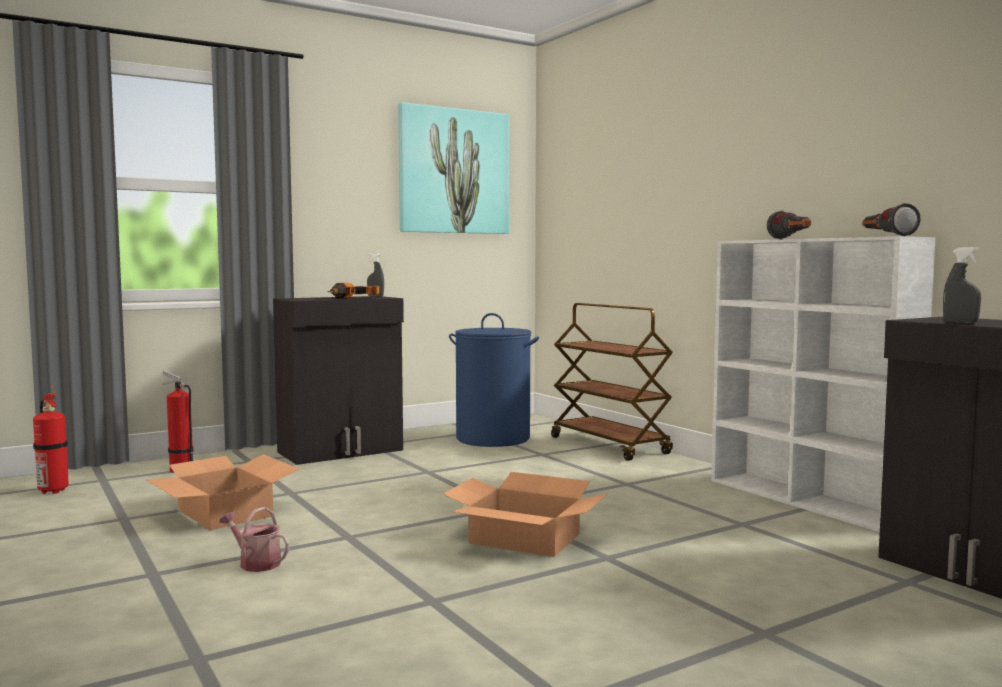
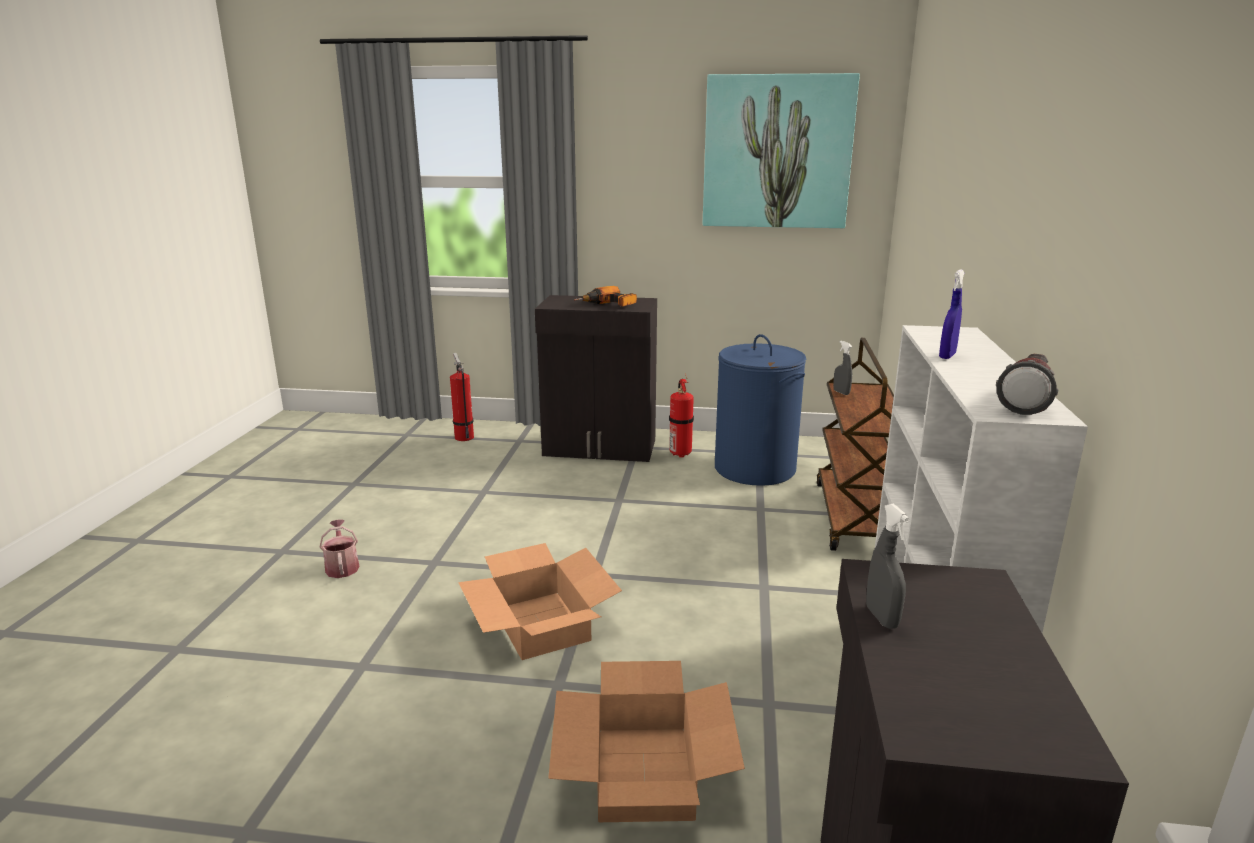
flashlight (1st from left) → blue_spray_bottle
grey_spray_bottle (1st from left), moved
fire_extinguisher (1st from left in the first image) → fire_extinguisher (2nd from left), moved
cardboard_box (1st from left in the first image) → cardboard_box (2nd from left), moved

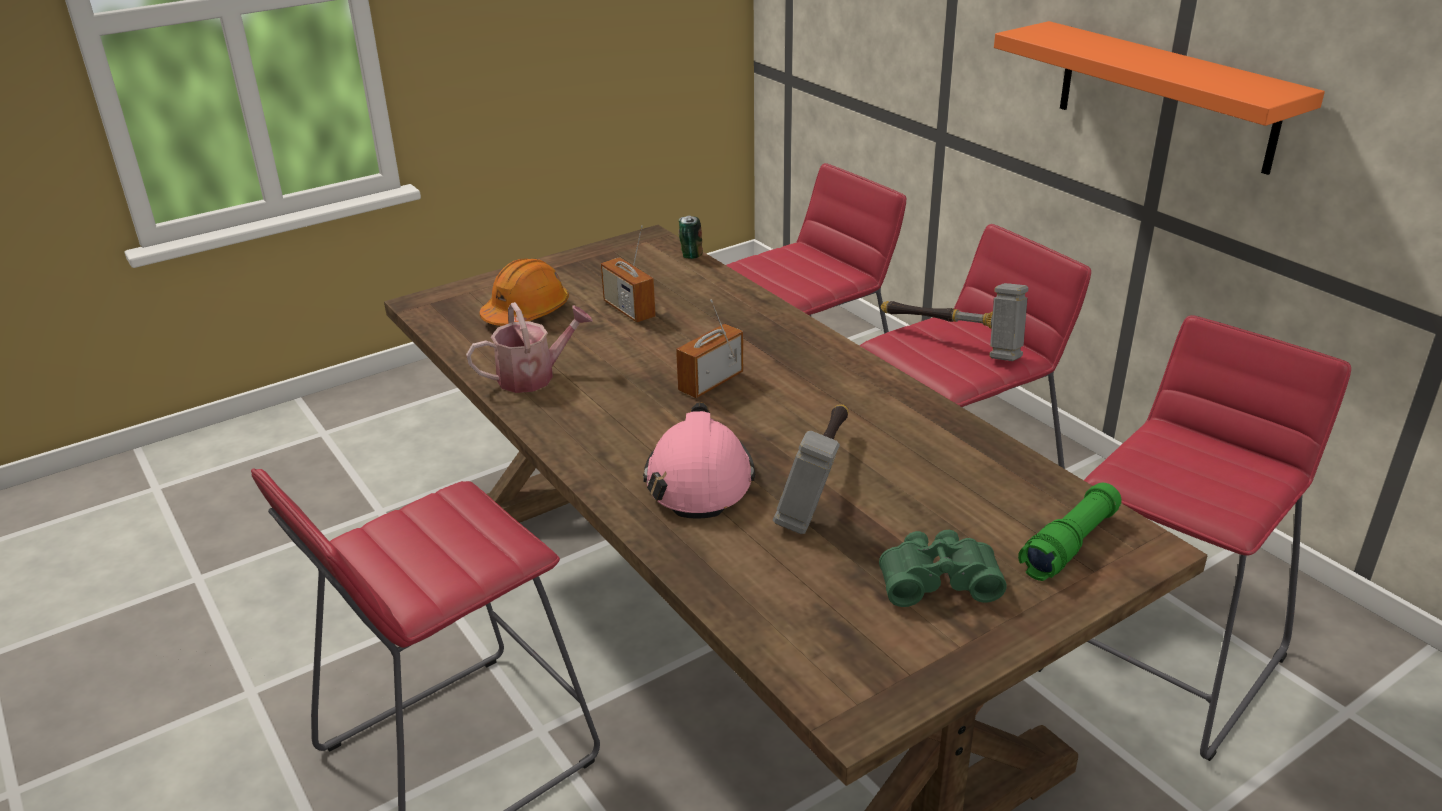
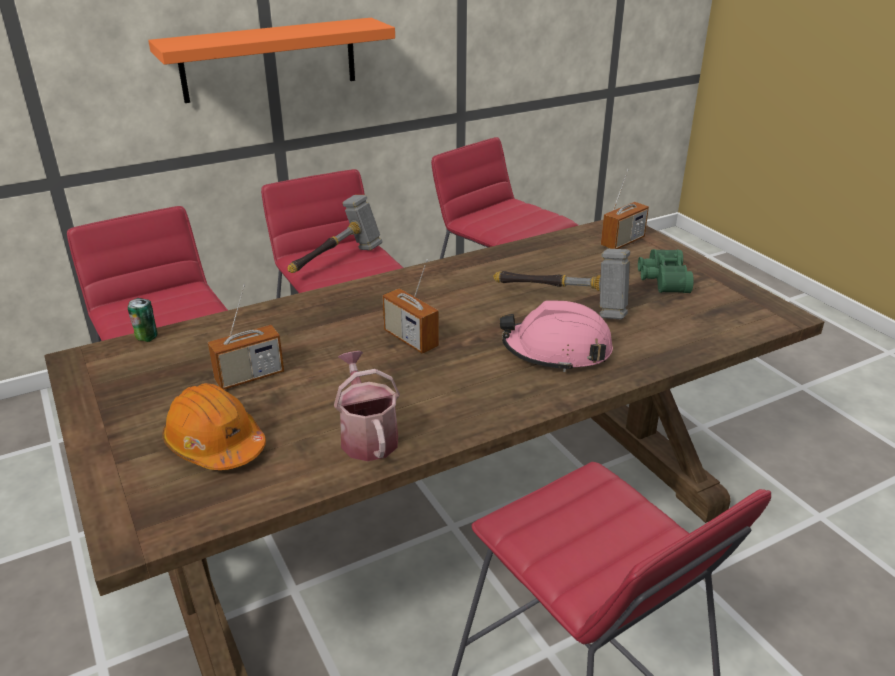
green_flashlight → radio (3rd from left)

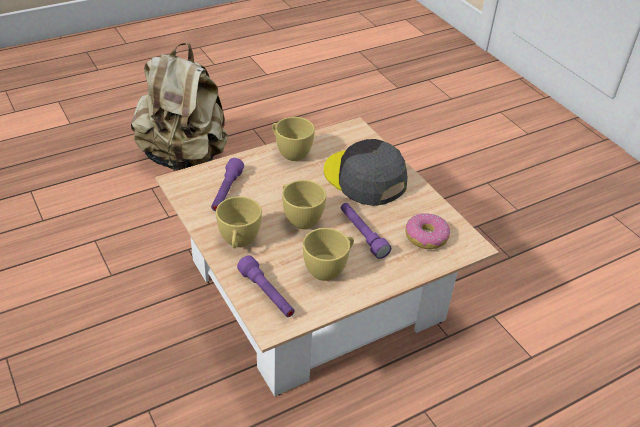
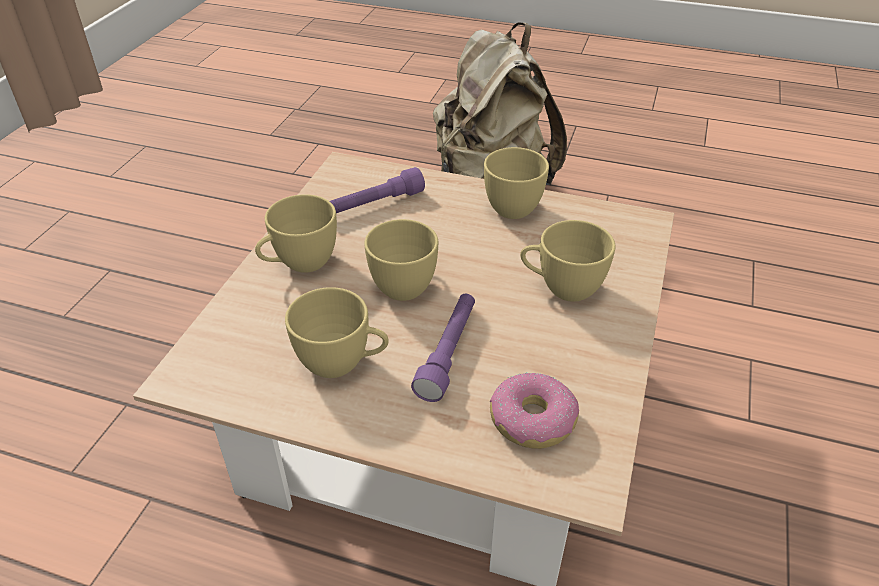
grey_cap → yellow_cup (5th from left)
purple_flashlight (2nd from left) → -

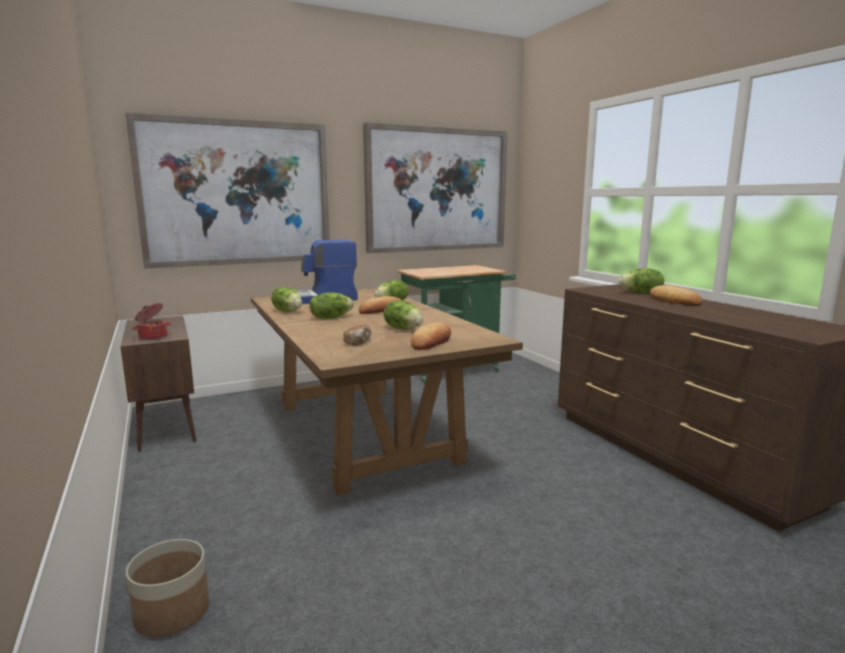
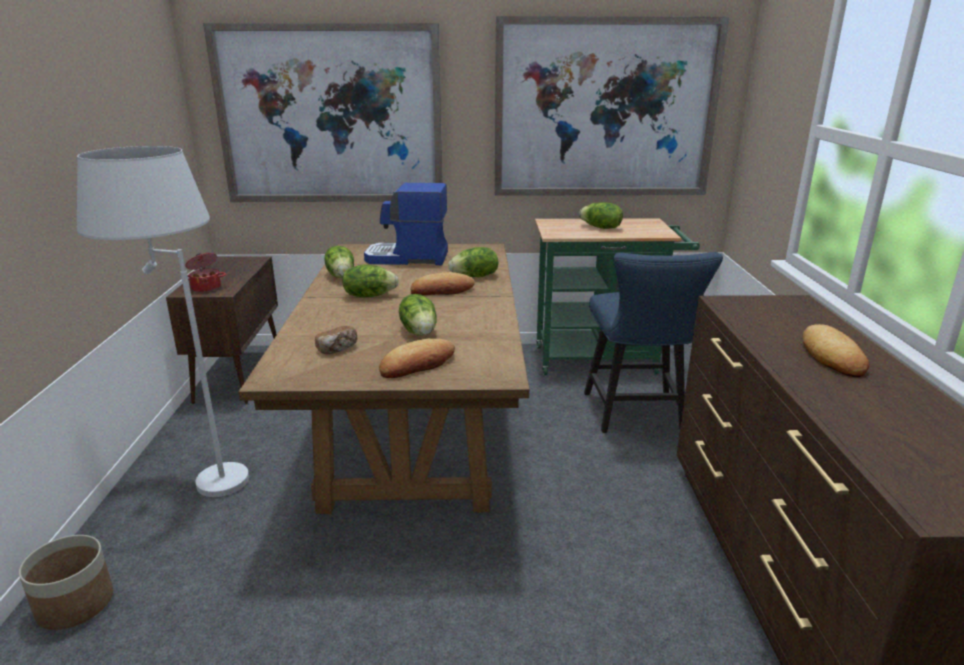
lettuce (5th from left), moved
- → white_floor_lamp
- → blue_chair

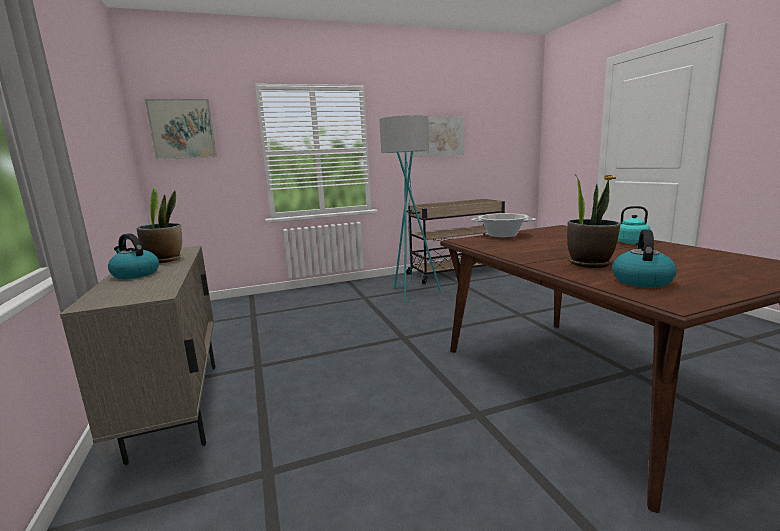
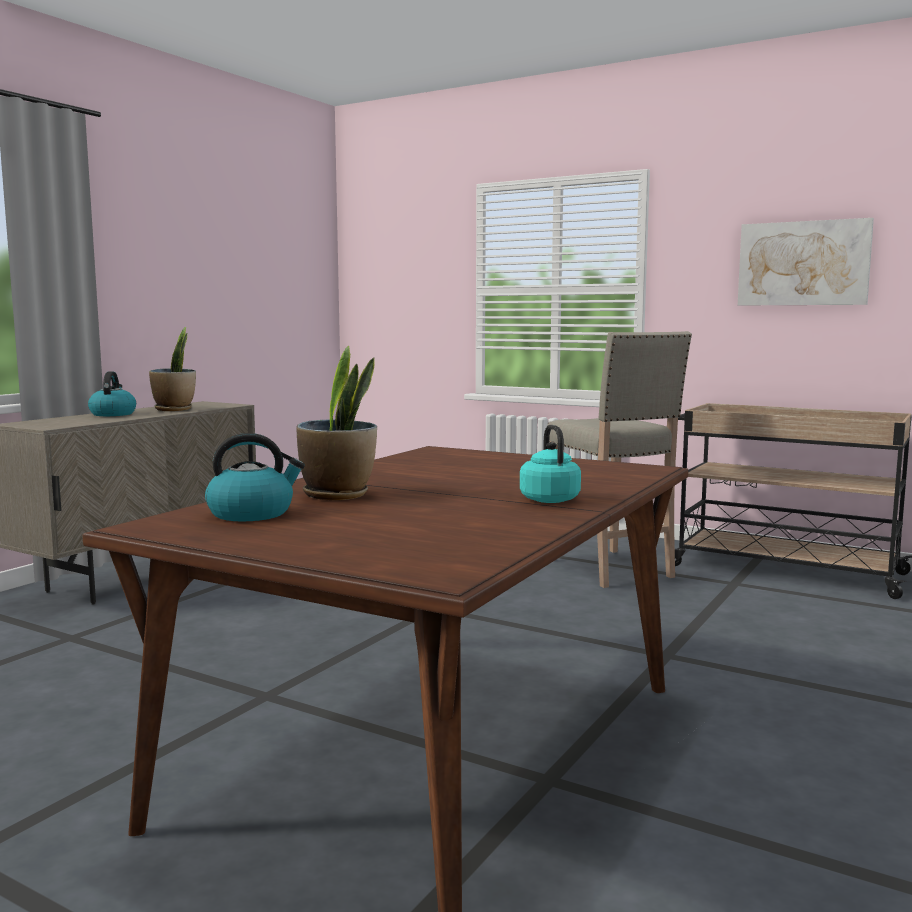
picture (1st from left) → -
turquoise_floor_lamp → beige_stool
cooking_pot → -

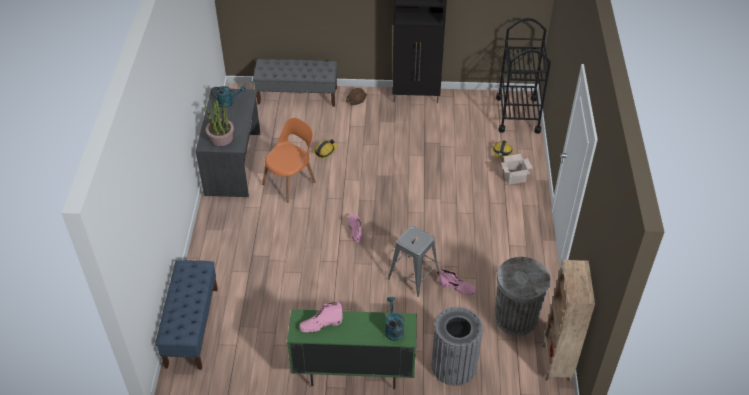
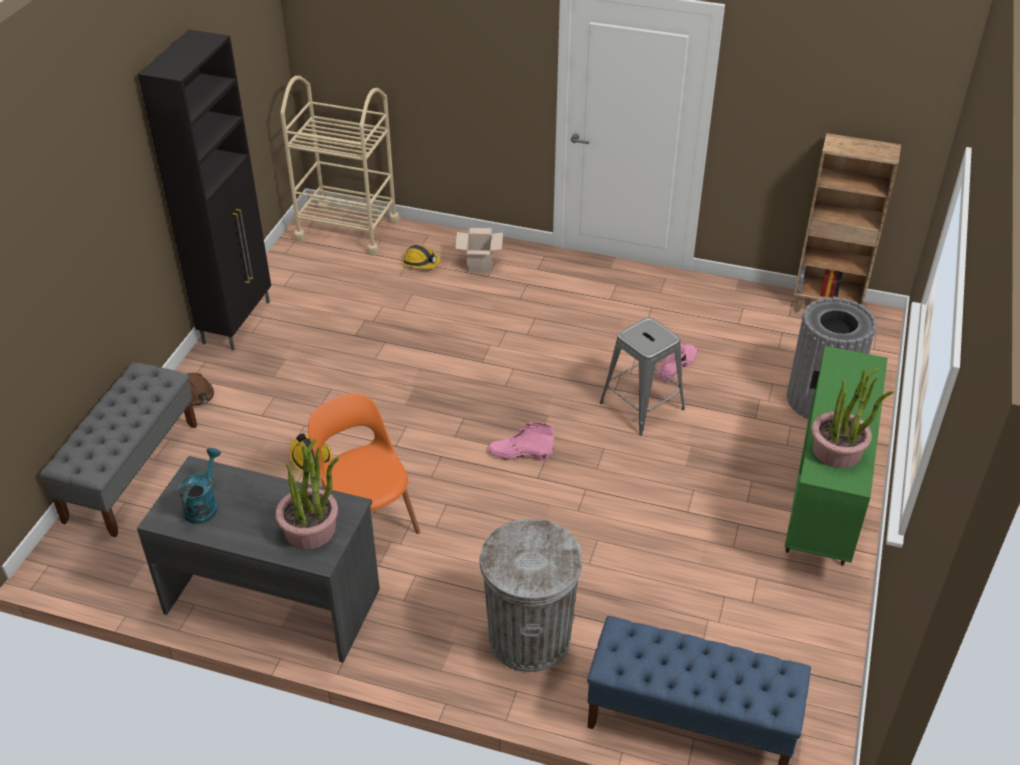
black_cart → beige_cart
grey_trash_can (2nd from left in the first image) → grey_trash_can (1st from left), moved
turquoise_watering_can (2nd from left) → -
pink_boot (1st from left) → potted_plant (2nd from left)

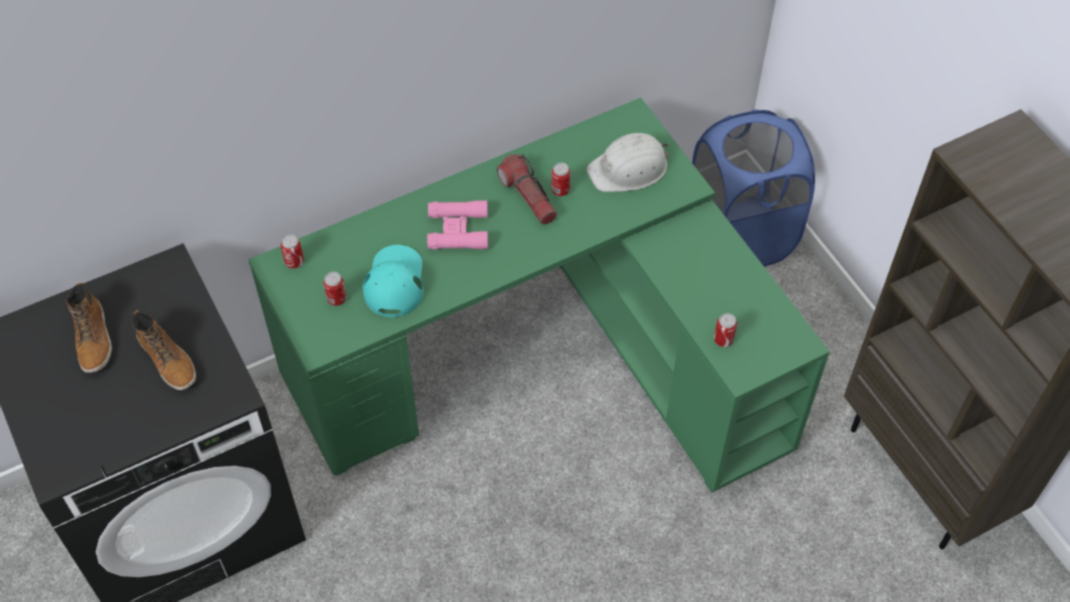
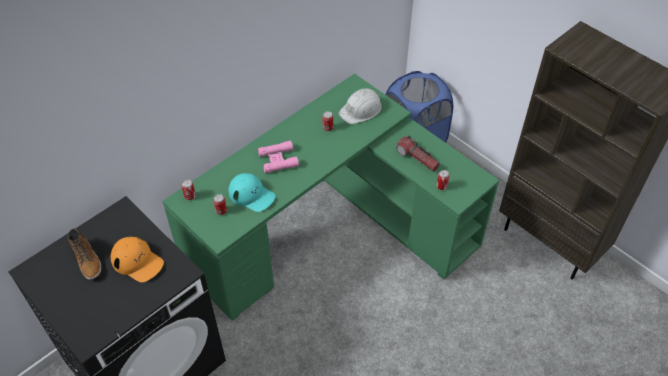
flashlight, moved
turquoise_cap, 135 degrees clockwise
boot (2nd from left) → orange_cap

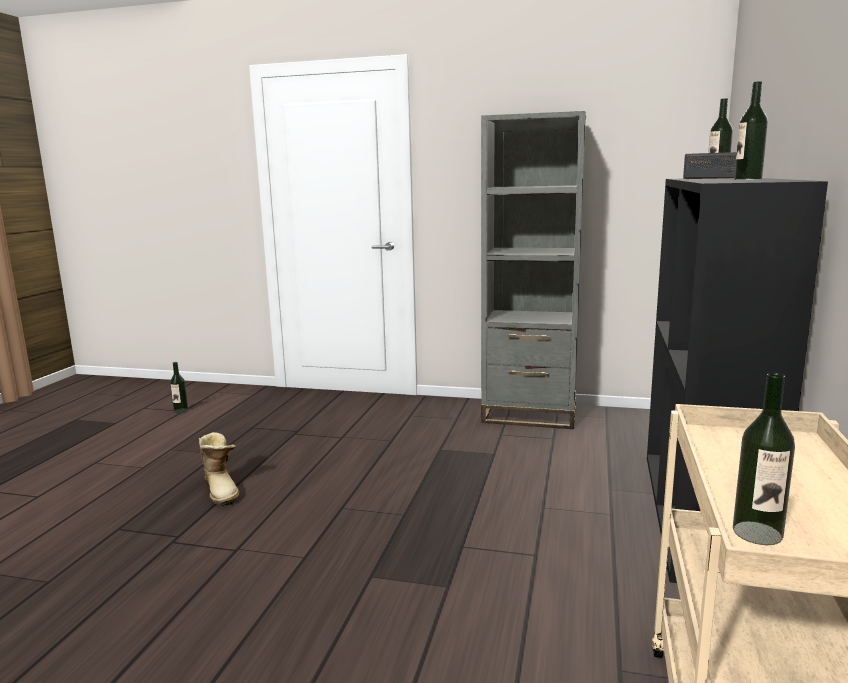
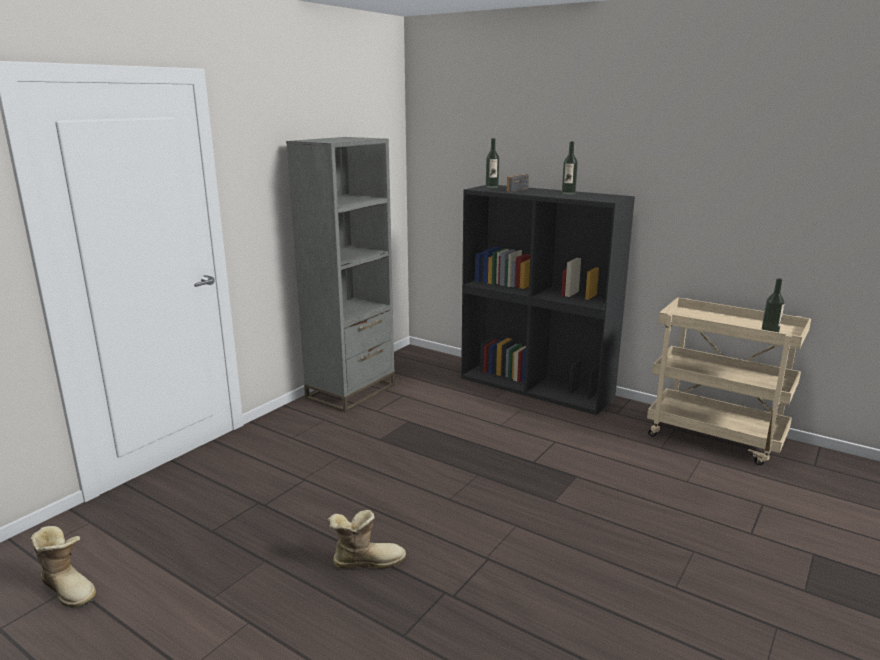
bottle (1st from left) → boot (1st from left)

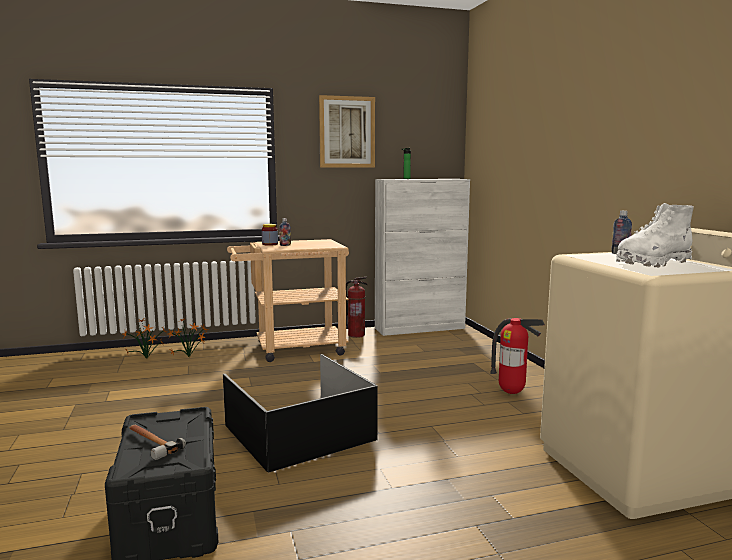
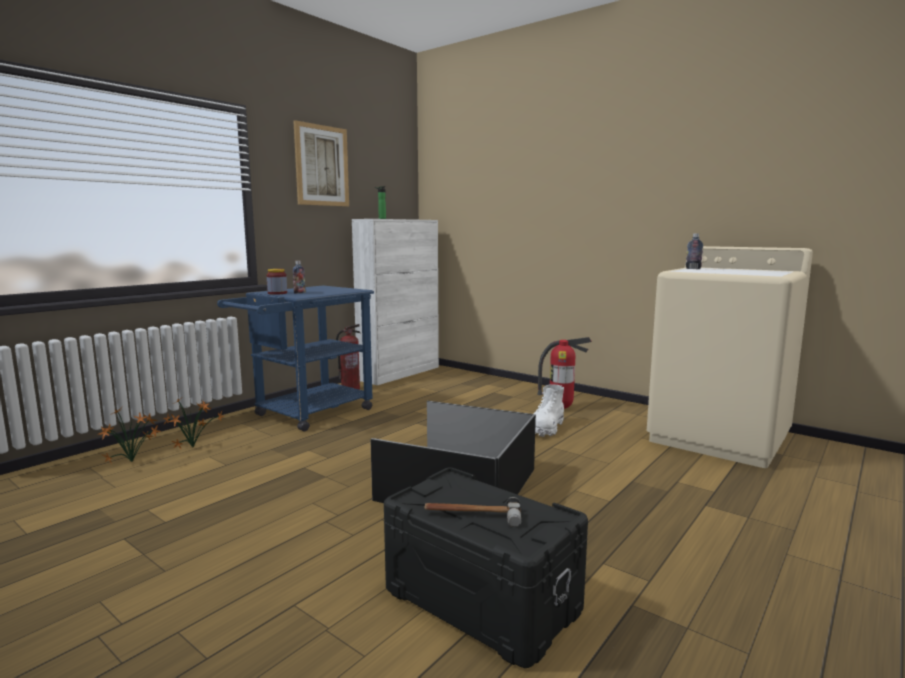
white_boot, moved
beige_cart → blue_cart

